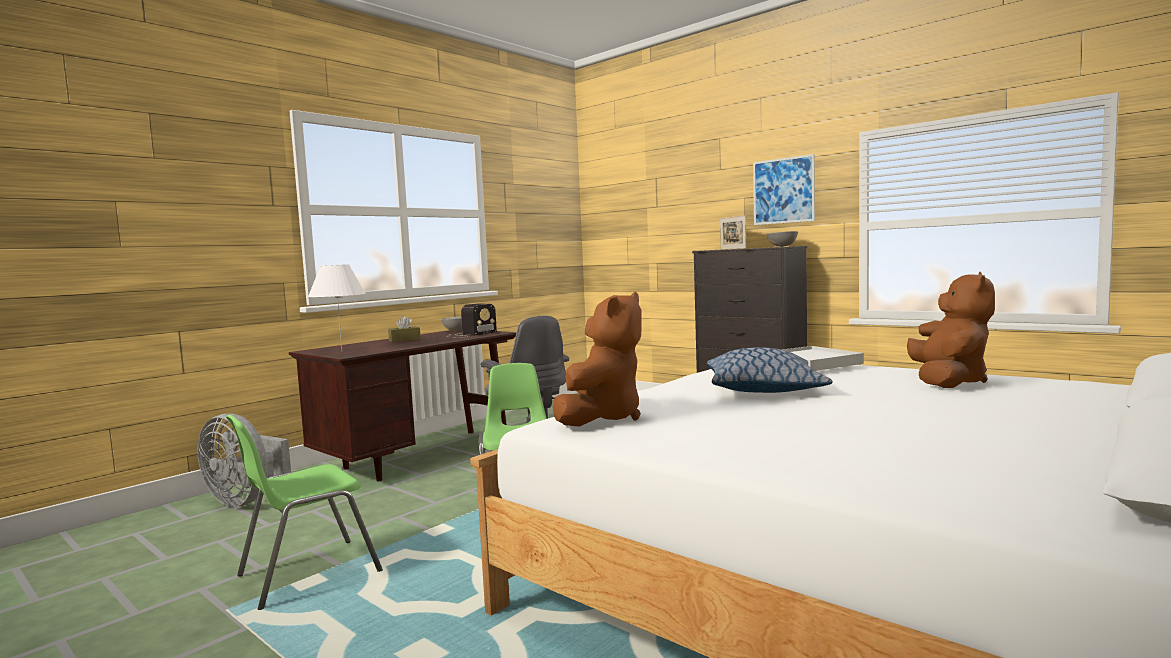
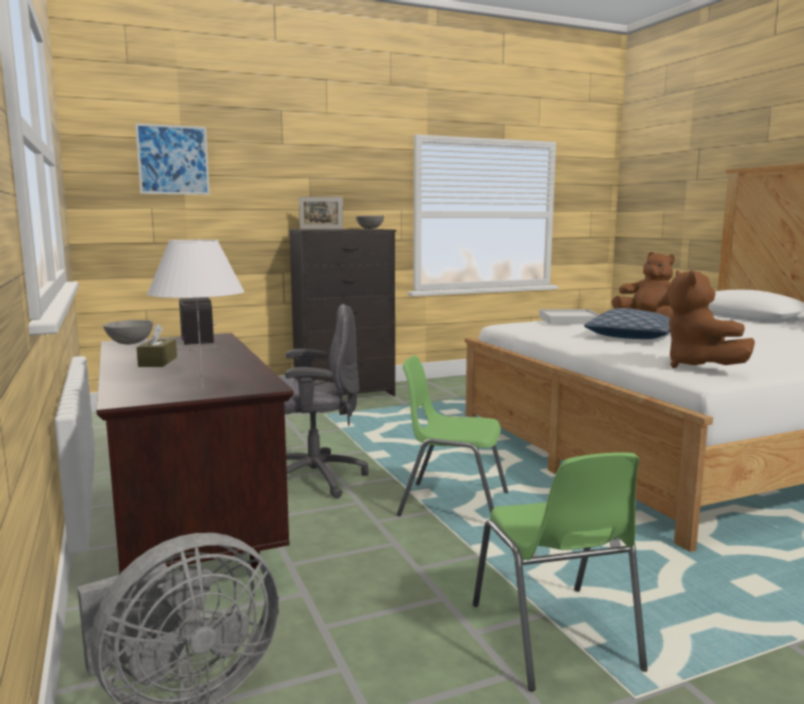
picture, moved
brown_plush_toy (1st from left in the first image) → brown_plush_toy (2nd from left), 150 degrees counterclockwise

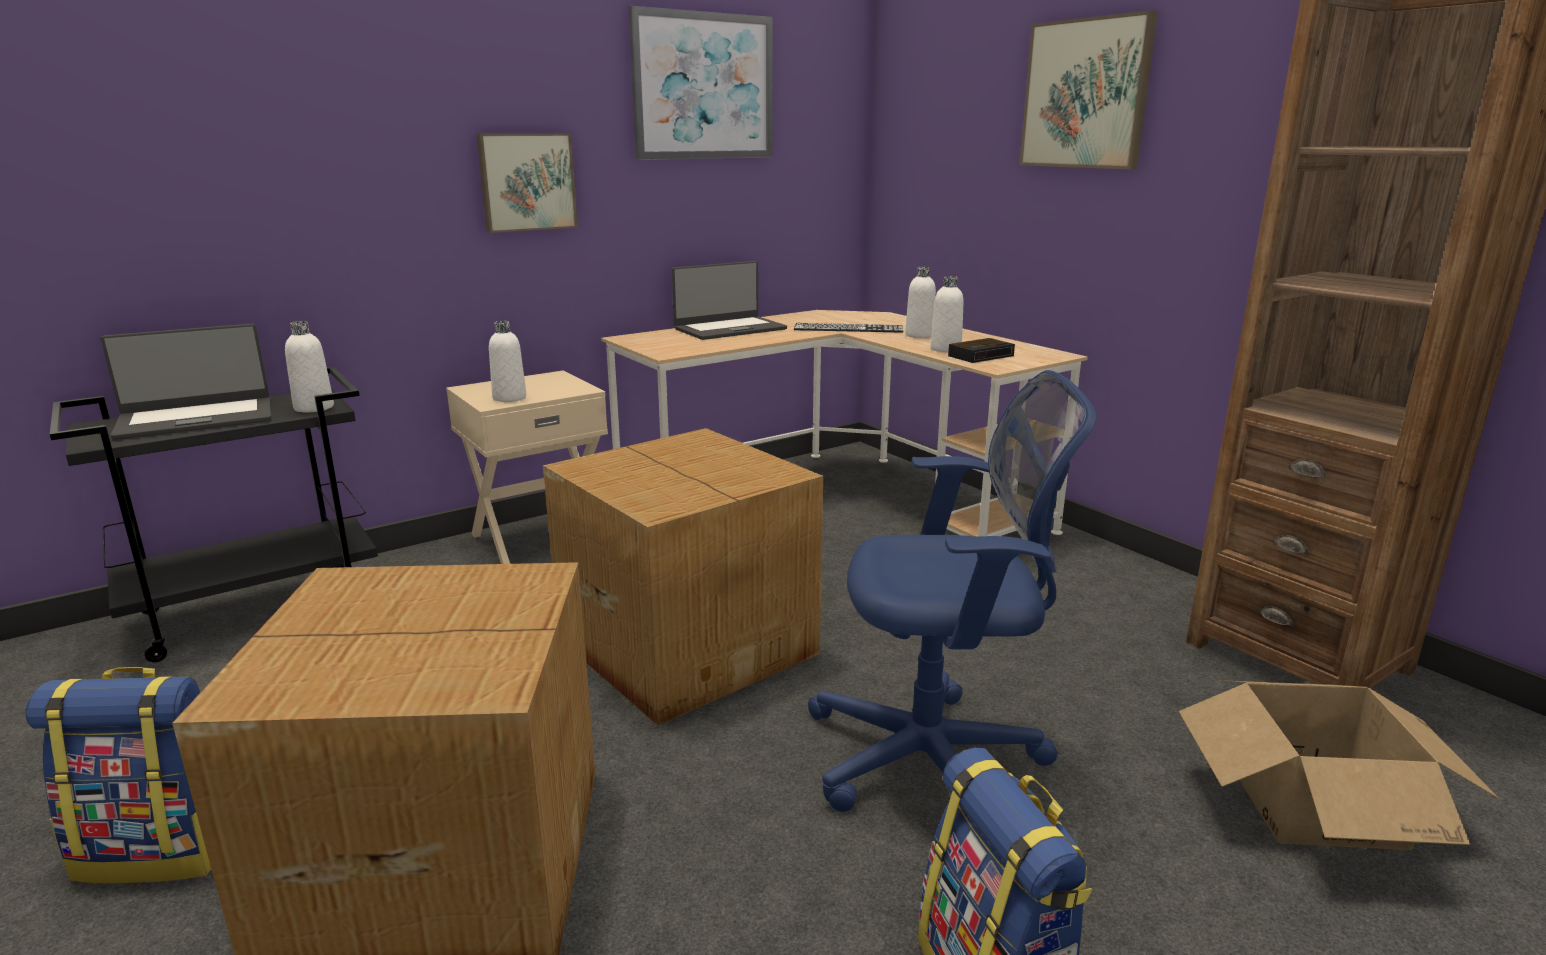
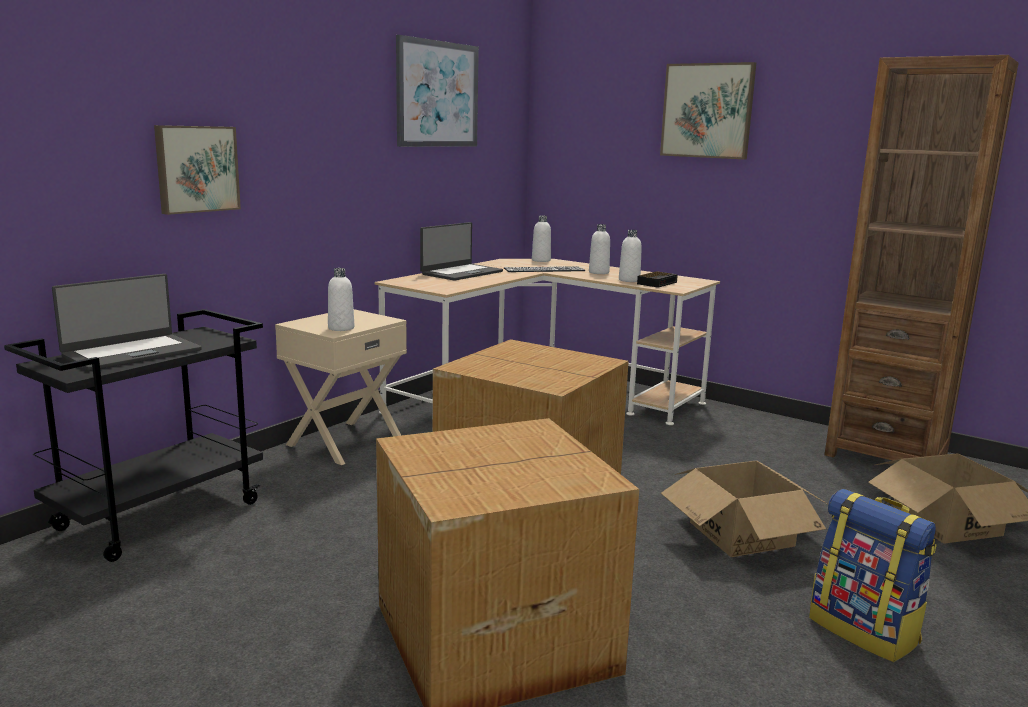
picture (1st from left), moved
white_bottle (1st from left in the first image) → white_bottle (2nd from left), moved
blue_office_chair → cardboard_box (3rd from left)
backpack (1st from left) → -

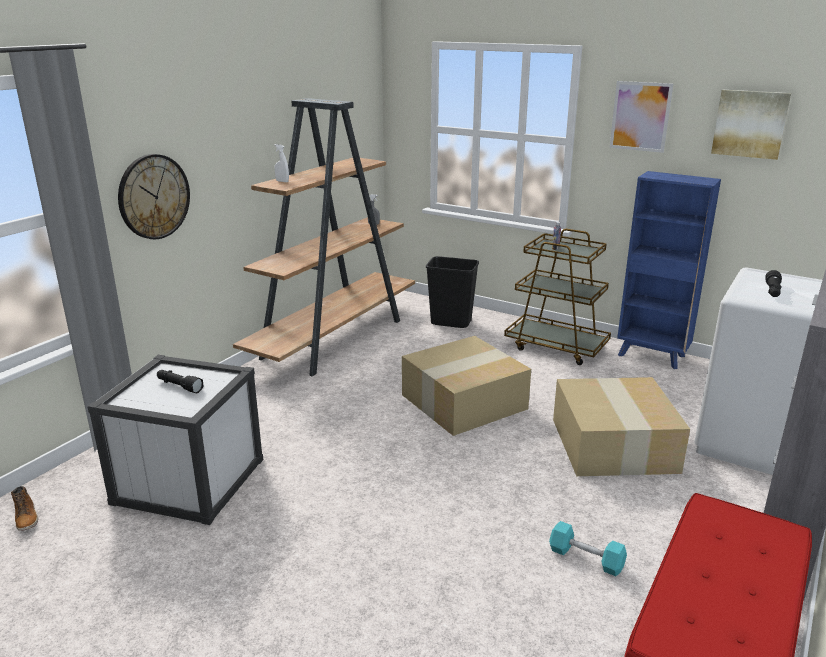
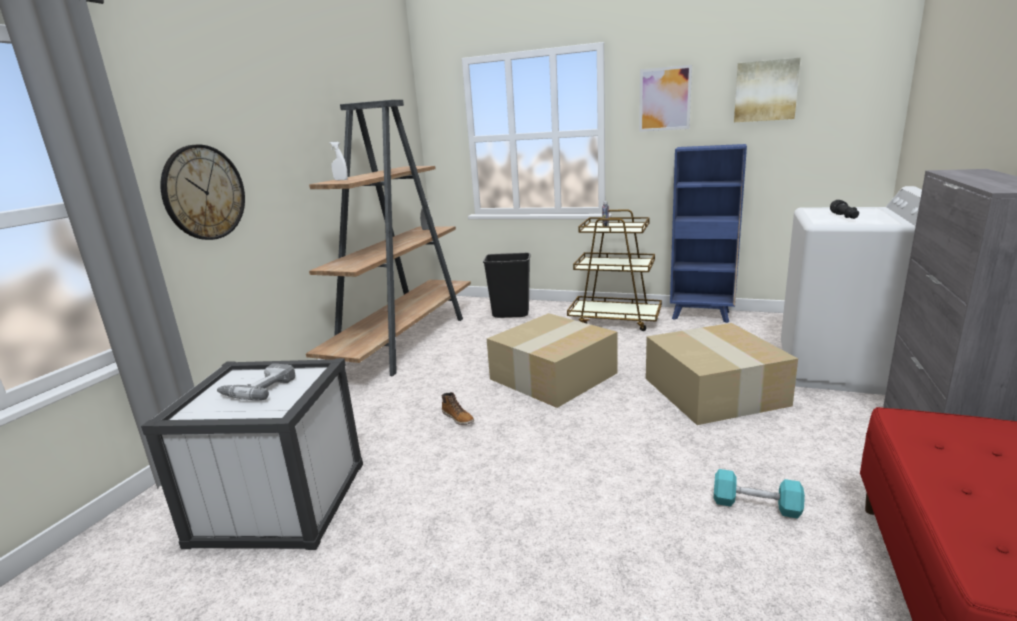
black_flashlight (1st from left) → power_drill
boot, moved

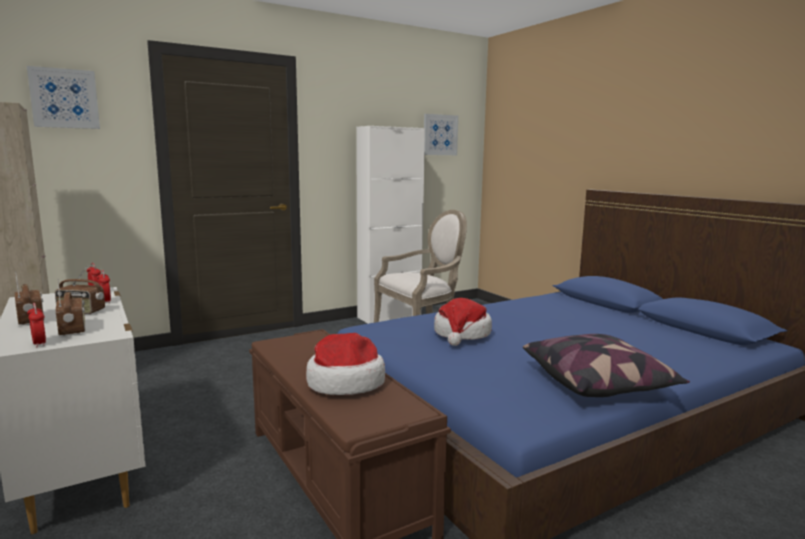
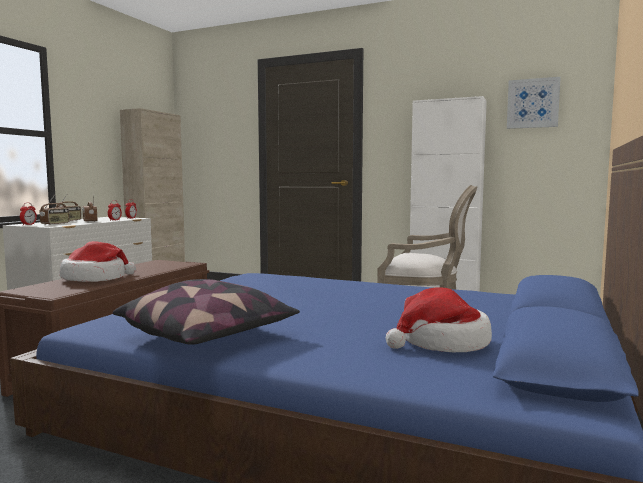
picture (1st from left) → -
hat (2nd from left), moved

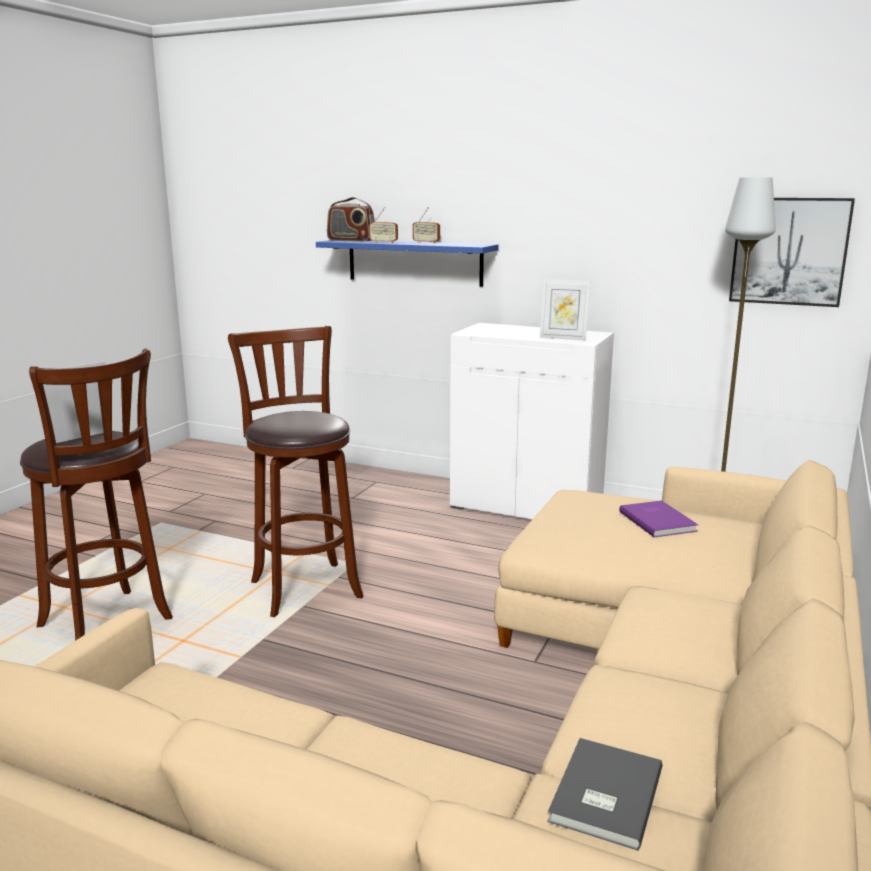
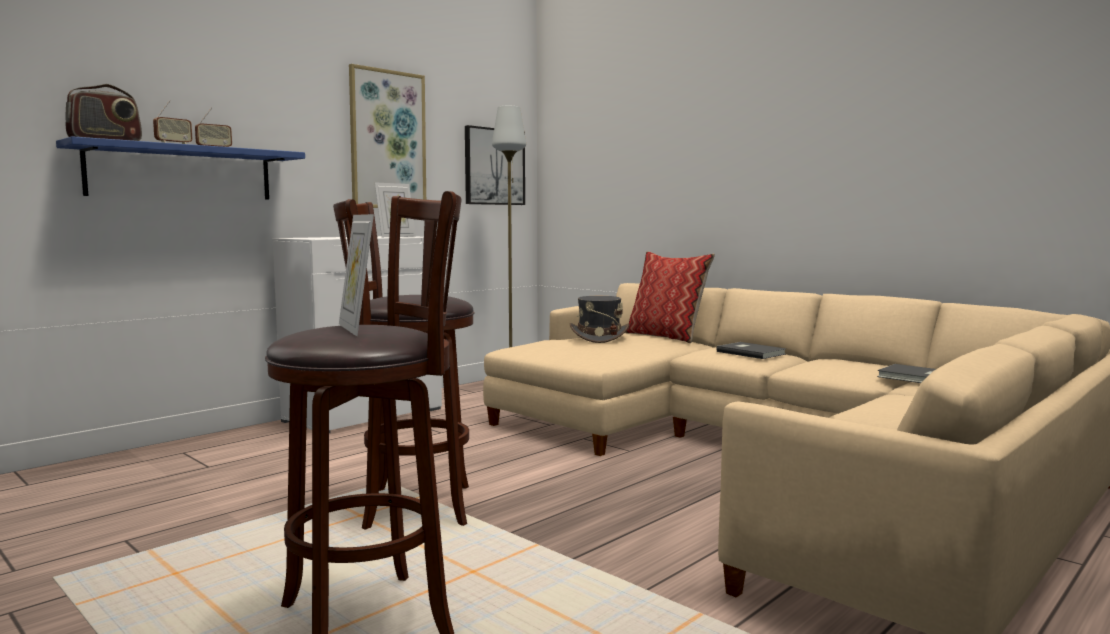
purple_book → grey_hat
- → picture (1st from left)
- → pillow
- → grey_book (1st from left)

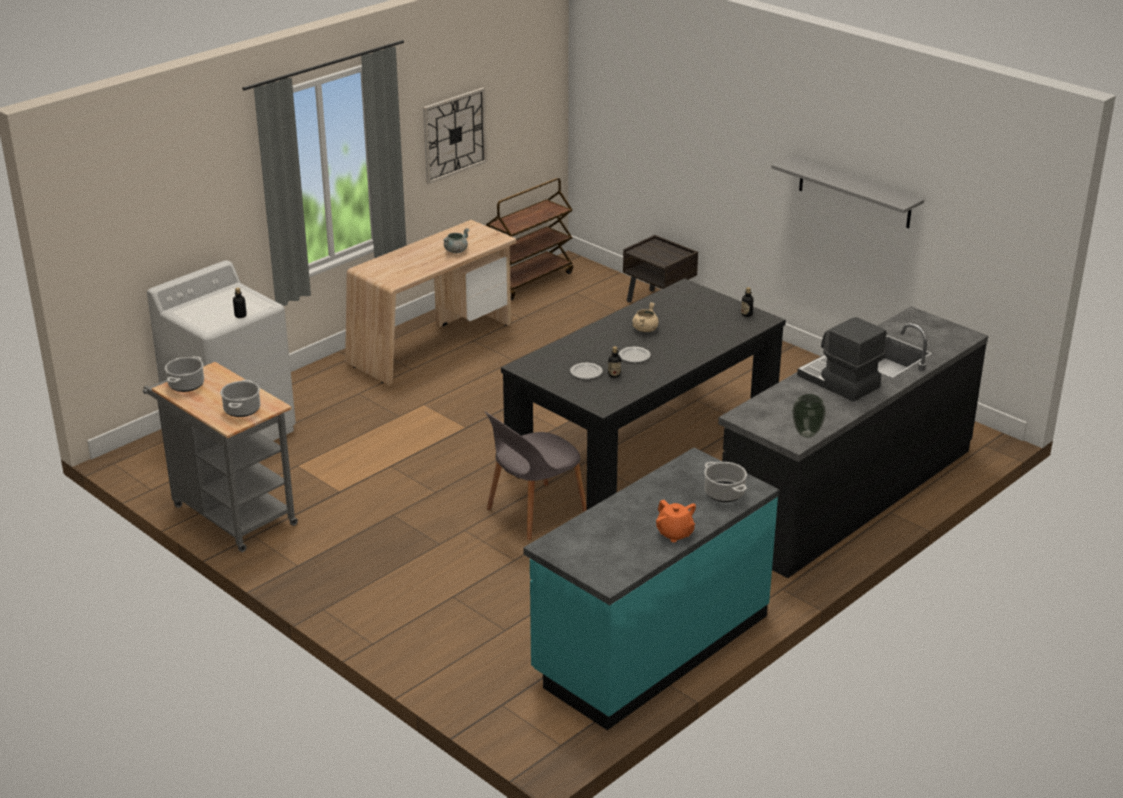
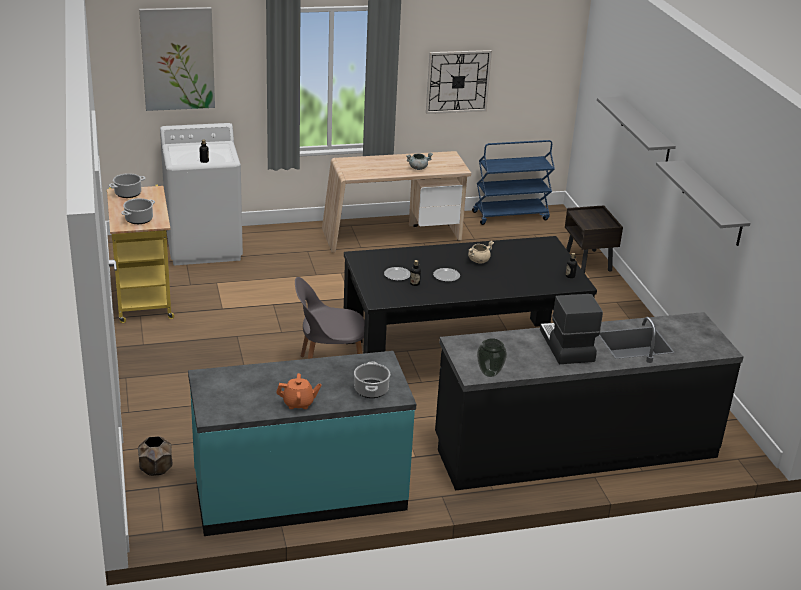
brown_cart → blue_cart
grey_cart → yellow_cart
orange_teapot, 90 degrees counterclockwise
- → picture
- → grey_shelf (1st from left)
- → brown_planter

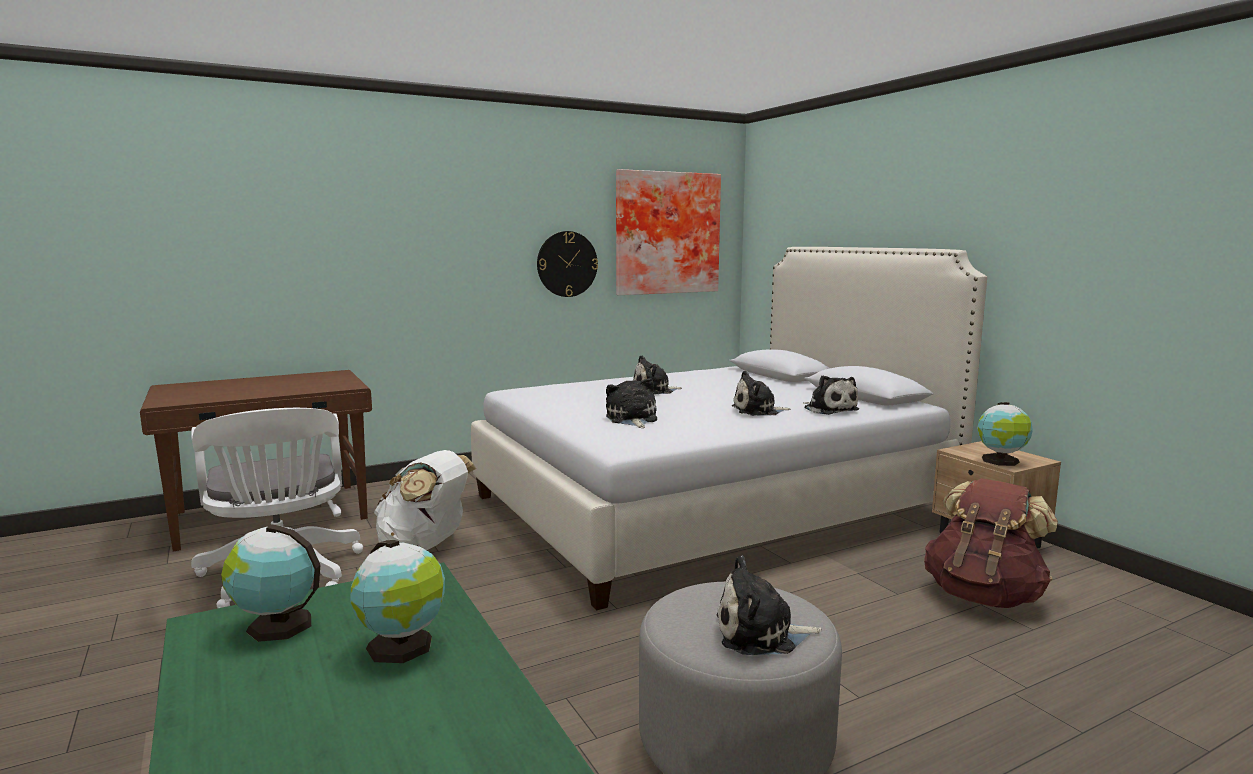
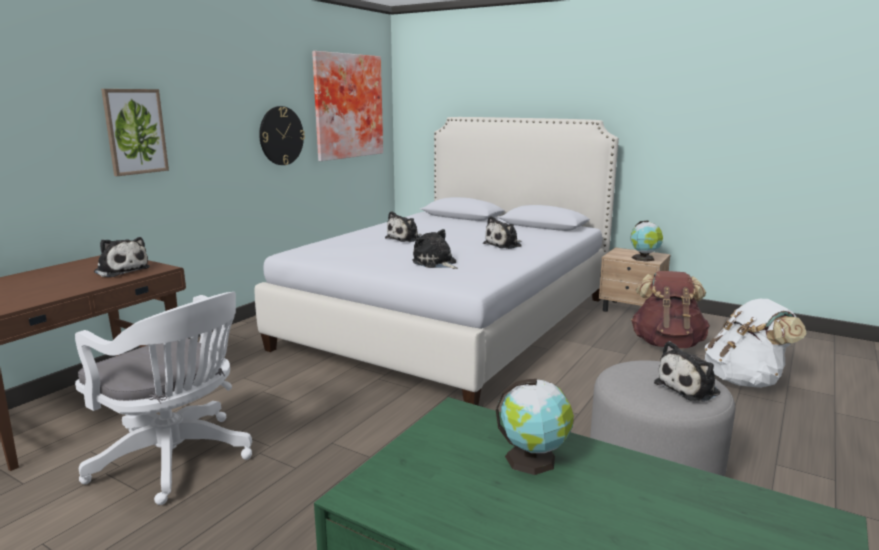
plush_toy (5th from left in the first image) → plush_toy (1st from left), moved
white_backpack, moved
globe (1st from left) → -
- → picture (1st from left)

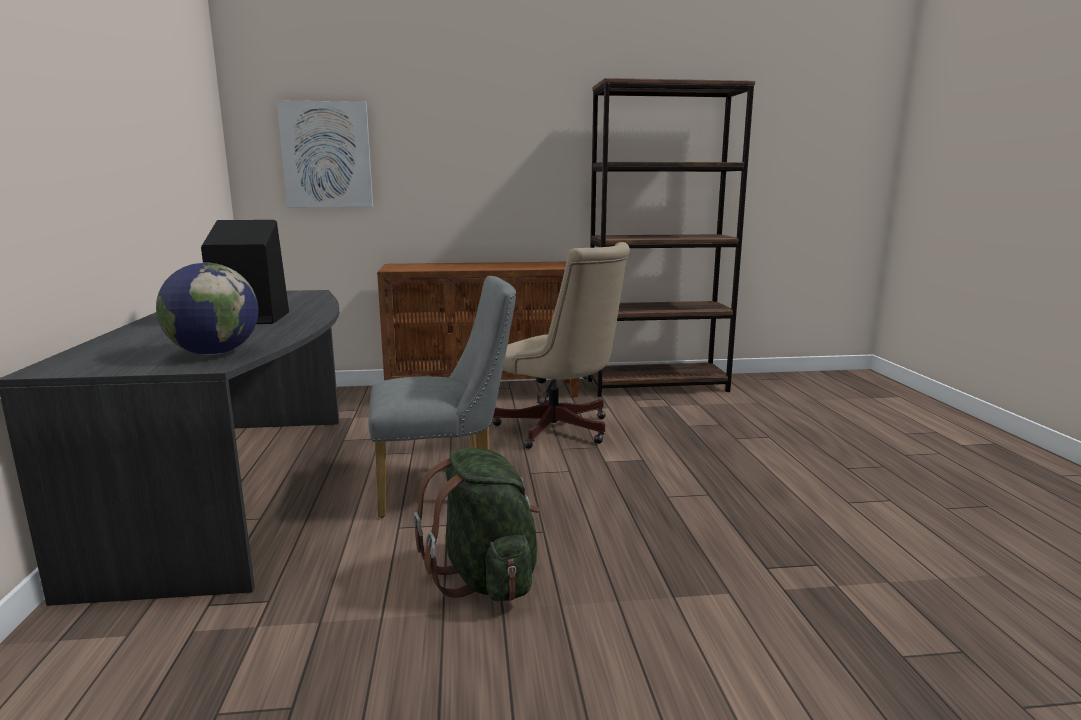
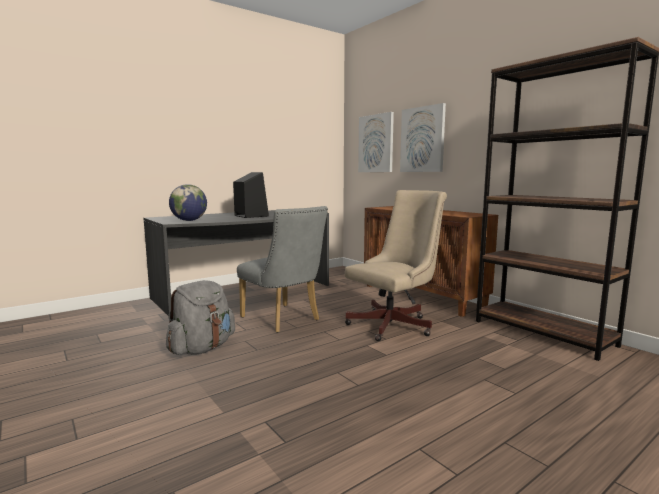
beige_office_chair, 135 degrees counterclockwise
green_backpack → grey_backpack
- → picture (2nd from left)

